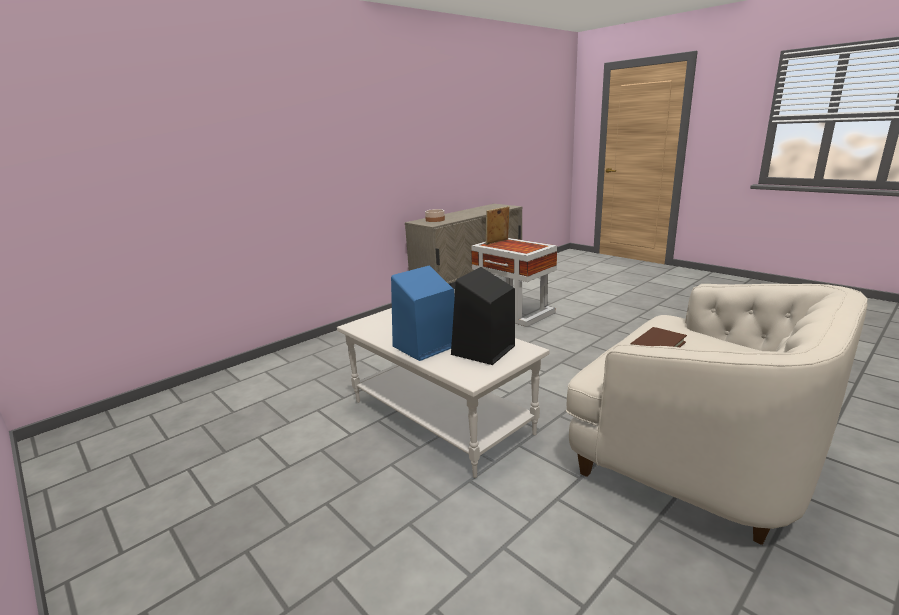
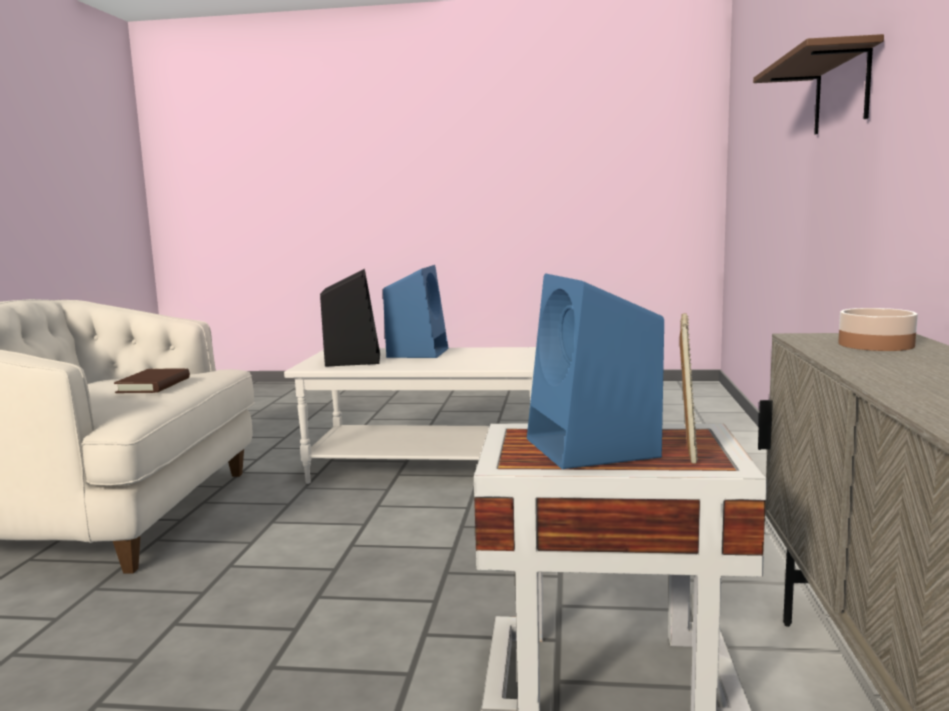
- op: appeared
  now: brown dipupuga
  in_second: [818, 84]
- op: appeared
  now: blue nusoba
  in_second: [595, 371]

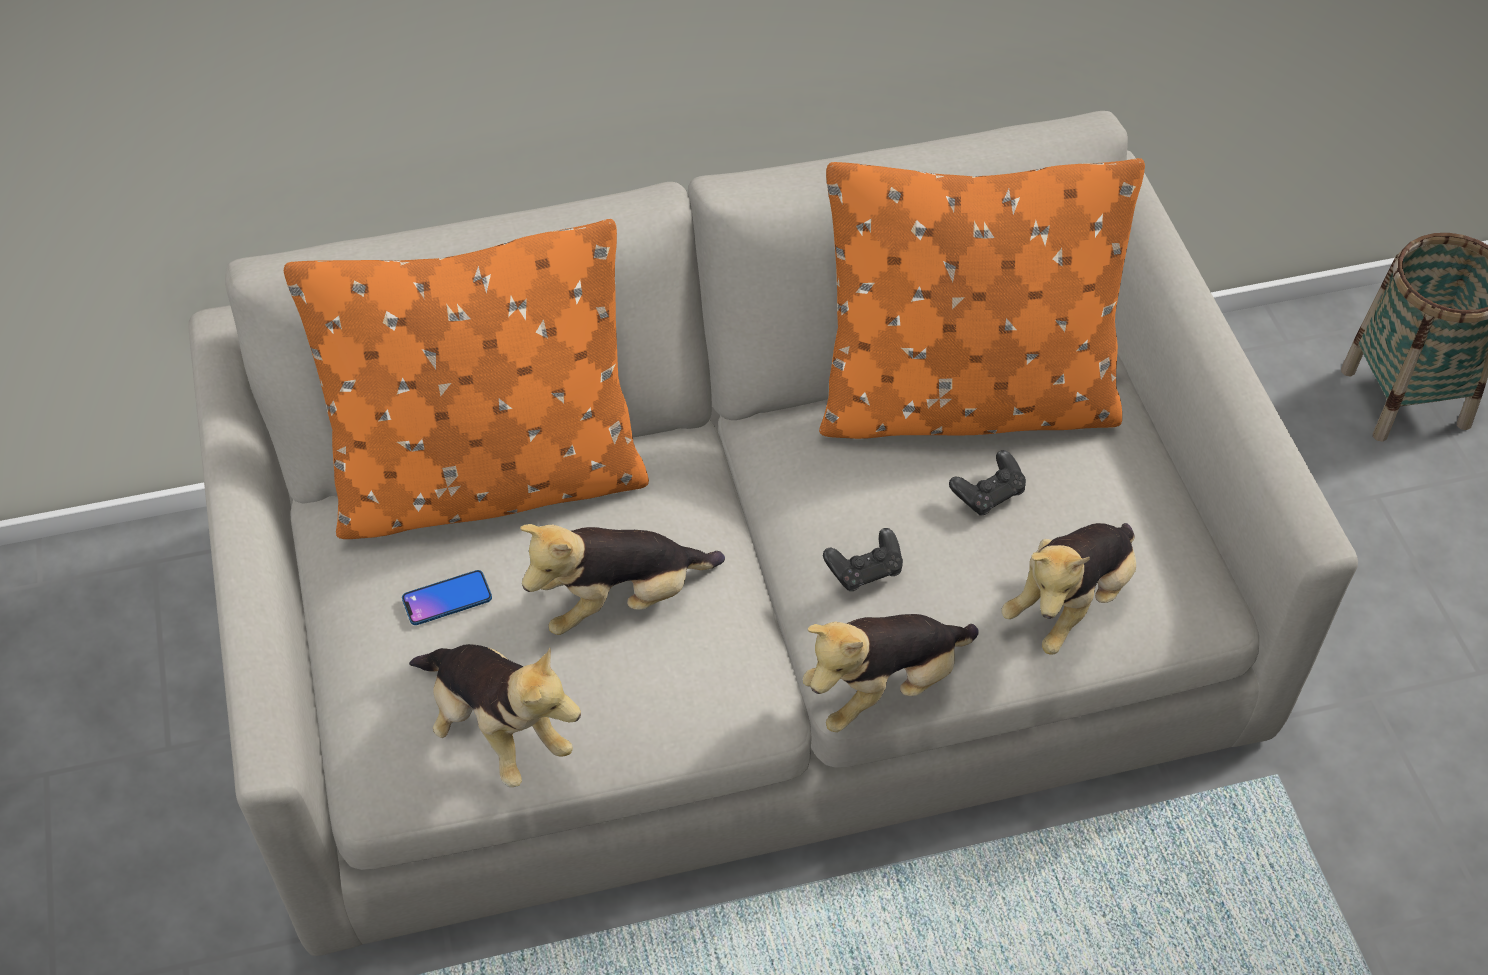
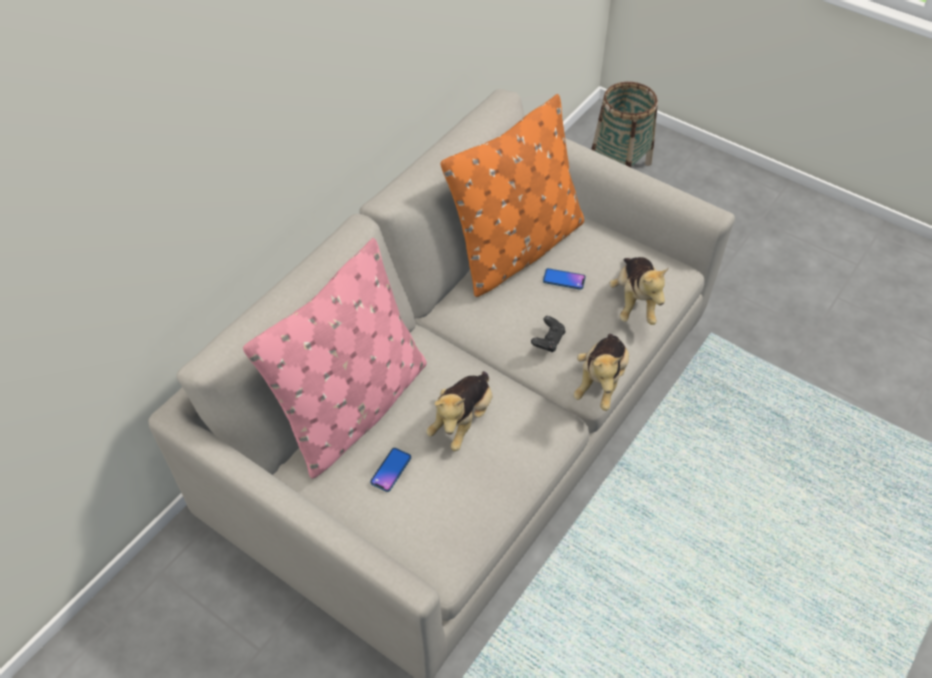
- op: colour
  was: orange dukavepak
  now: pink dukavepak
  in_first: [466, 379]
  in_second: [335, 358]
- op: exchanged
  was: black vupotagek
  now: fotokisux
  in_first: [987, 483]
  in_second: [564, 279]
- op: missing
  was: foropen
  in_first: [495, 715]

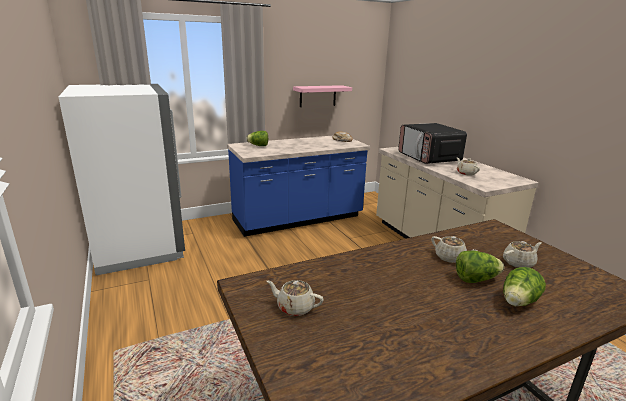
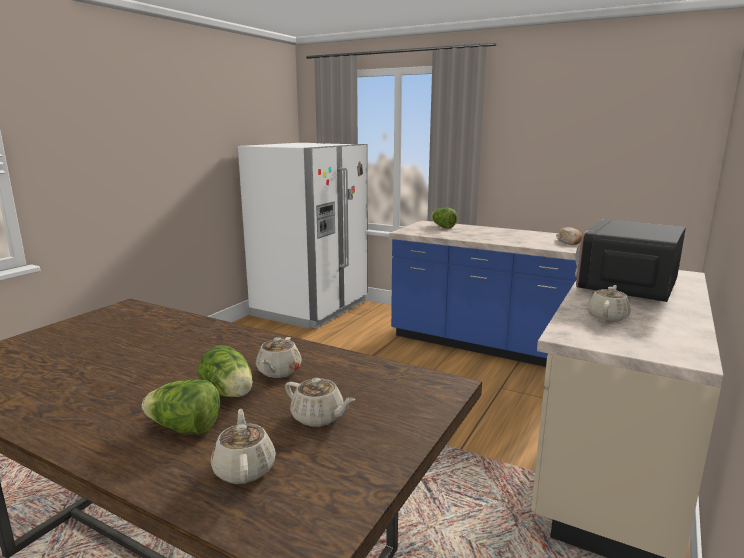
- op: missing
  was: pink dipupuga
  in_first: [322, 96]
- op: relocated
  was: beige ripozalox
  in_first: [295, 298]
  in_second: [243, 446]

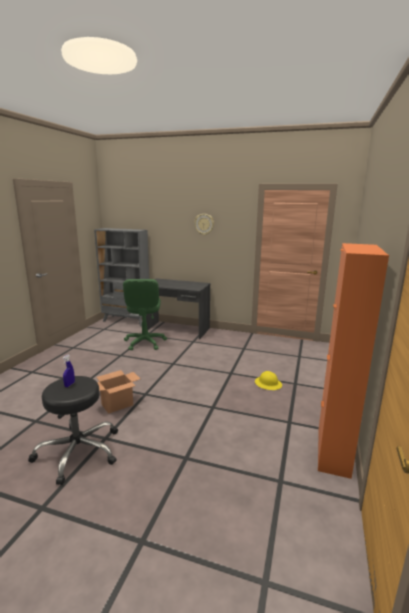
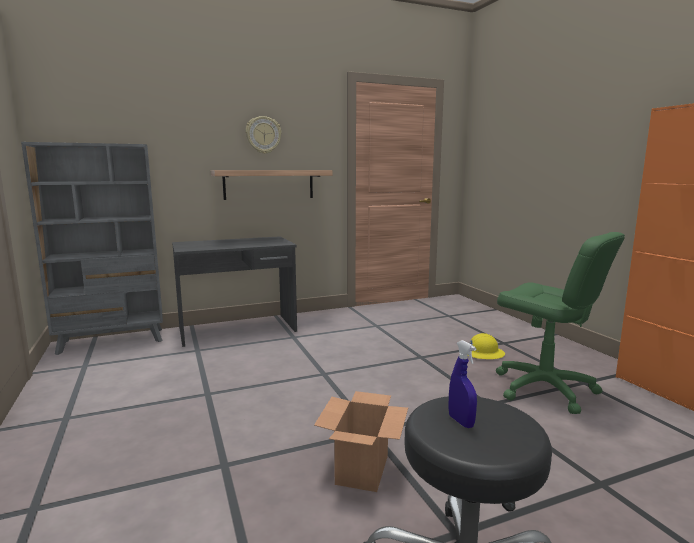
- op: relocated
  was: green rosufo
  in_first: [145, 314]
  in_second: [560, 323]
- op: appeared
  now: dipupuga
  in_second: [272, 185]

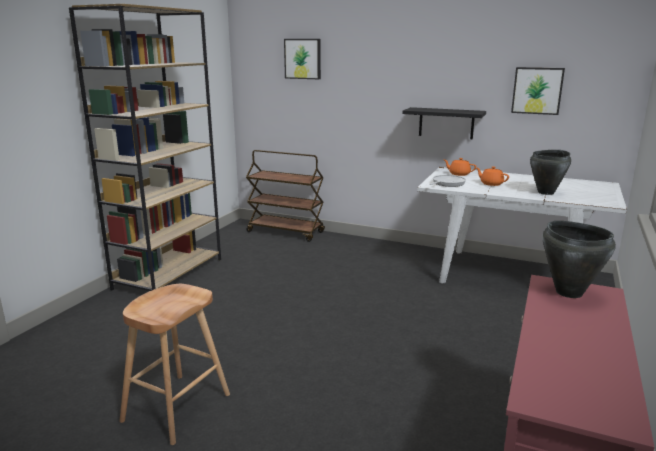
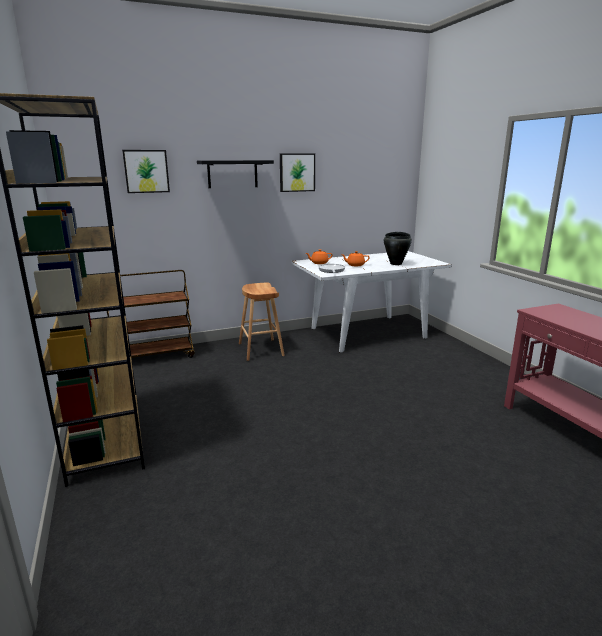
- op: relocated
  was: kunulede
  in_first: [538, 91]
  in_second: [297, 172]
- op: relocated
  was: black dipupuga
  in_first: [444, 123]
  in_second: [235, 174]
- op: missing
  was: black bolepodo
  in_first: [579, 259]
- op: relocated
  was: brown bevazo
  in_first: [174, 364]
  in_second: [262, 322]

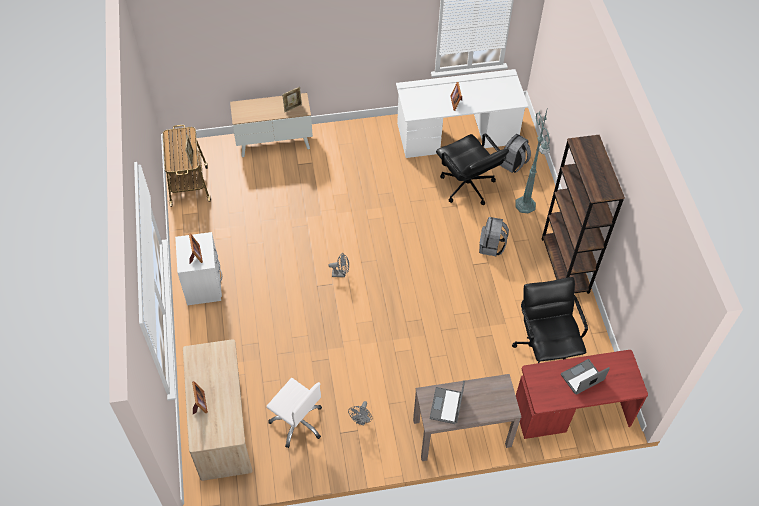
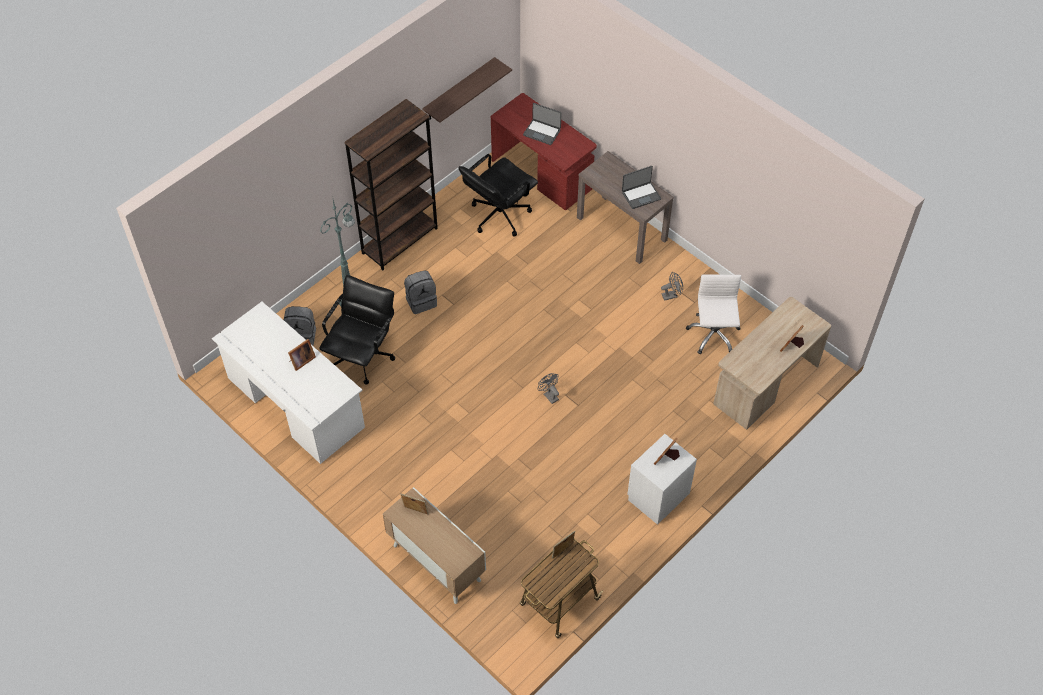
- op: appeared
  now: dipupuga
  in_second: [467, 90]

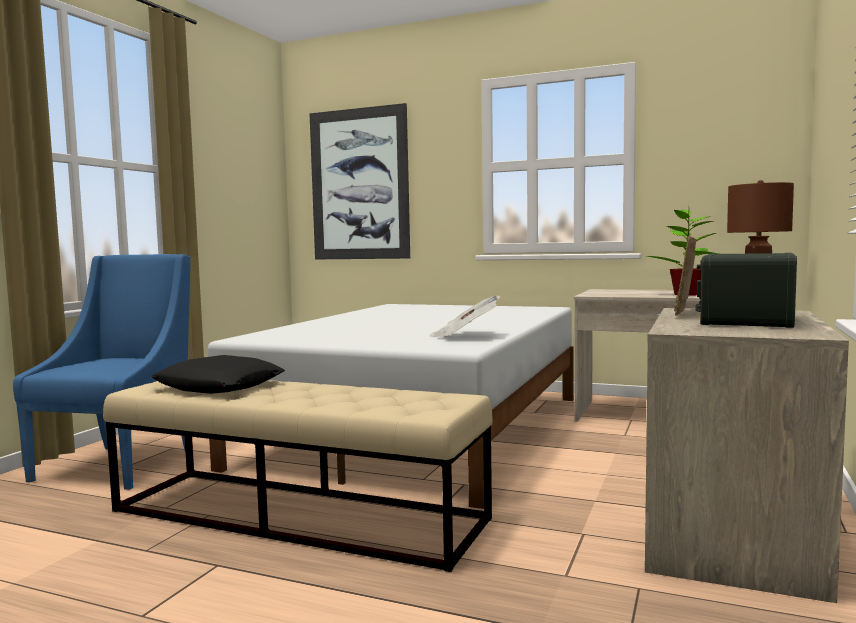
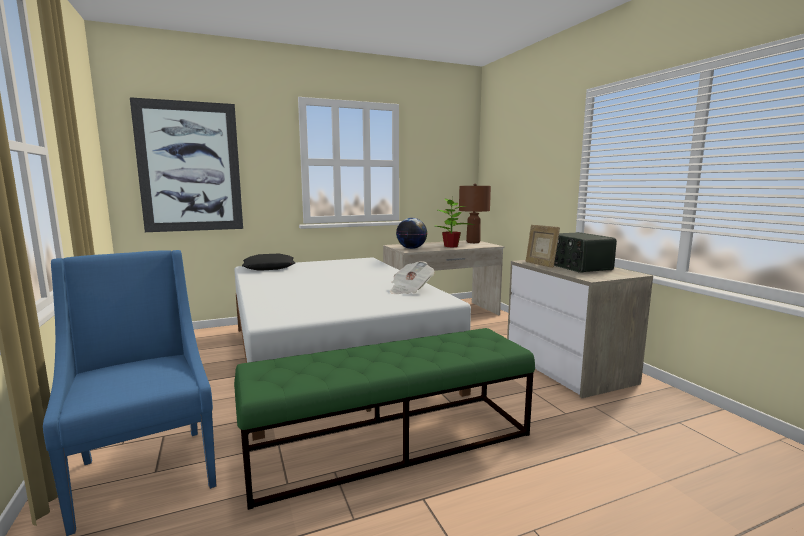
- op: relocated
  was: black dukavepak
  in_first: [218, 374]
  in_second: [268, 262]
- op: colour
  was: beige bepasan
  now: green bepasan
  in_first: [298, 476]
  in_second: [384, 419]
- op: appeared
  now: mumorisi
  in_second: [411, 233]

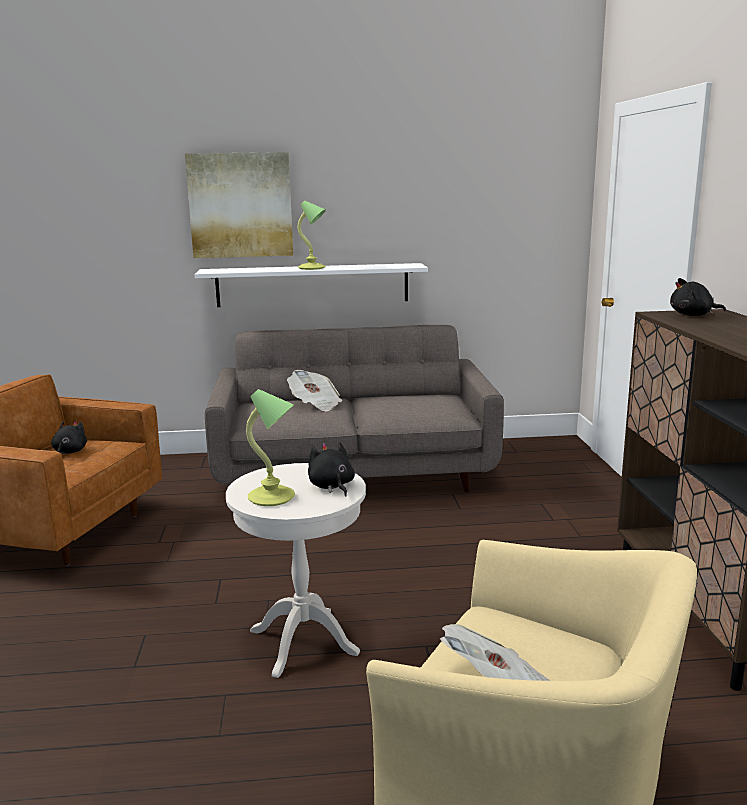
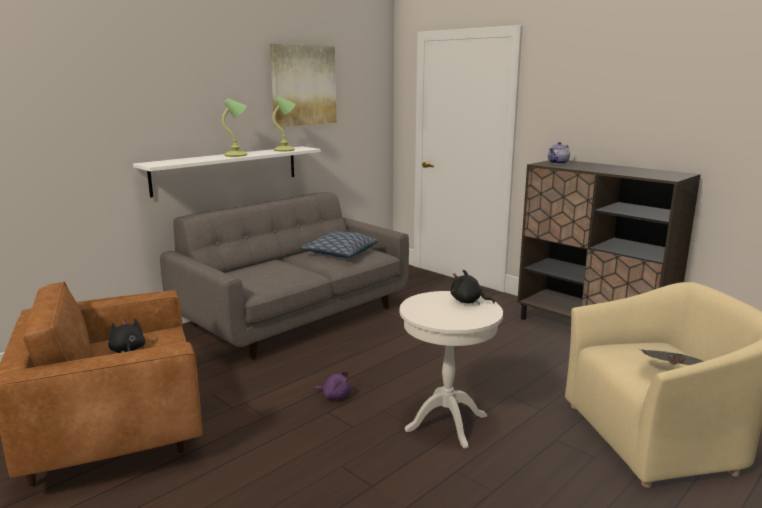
- op: relocated
  was: kunulede
  in_first: [239, 205]
  in_second: [303, 85]
- op: exchanged
  was: black foropen
  now: ripozalox
  in_first: [698, 297]
  in_second: [559, 153]
- op: missing
  was: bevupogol
  in_first: [314, 391]
- op: relocated
  was: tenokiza
  in_first: [270, 447]
  in_second: [284, 124]
- op: appeared
  now: dukavepak
  in_second: [339, 244]
- op: appeared
  now: purple foropen
  in_second: [332, 385]

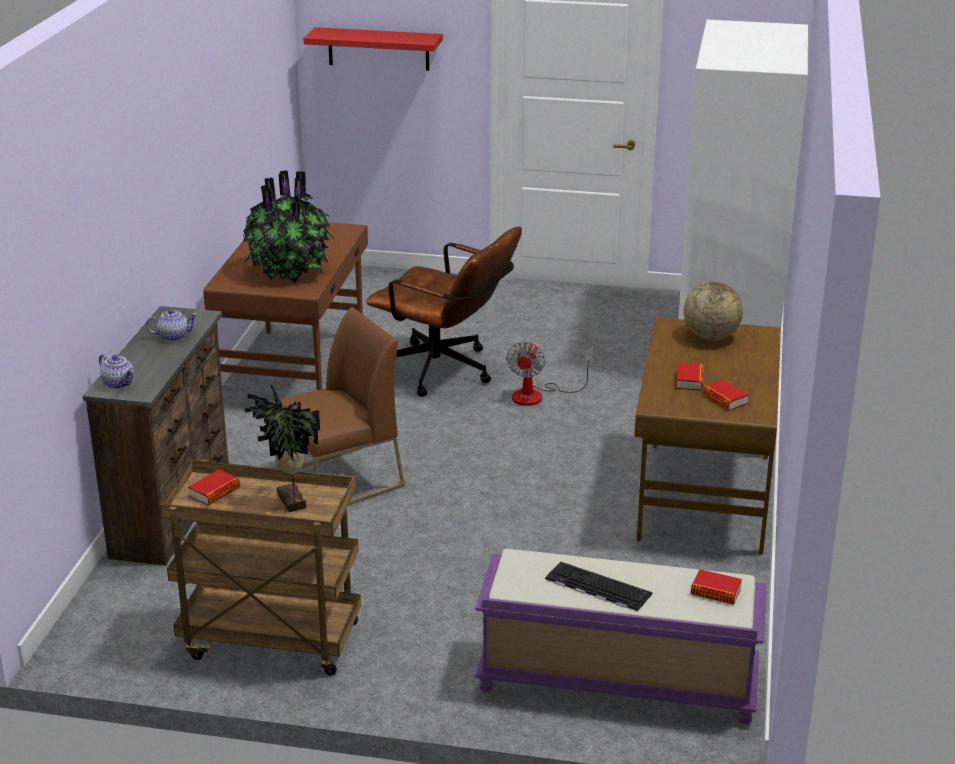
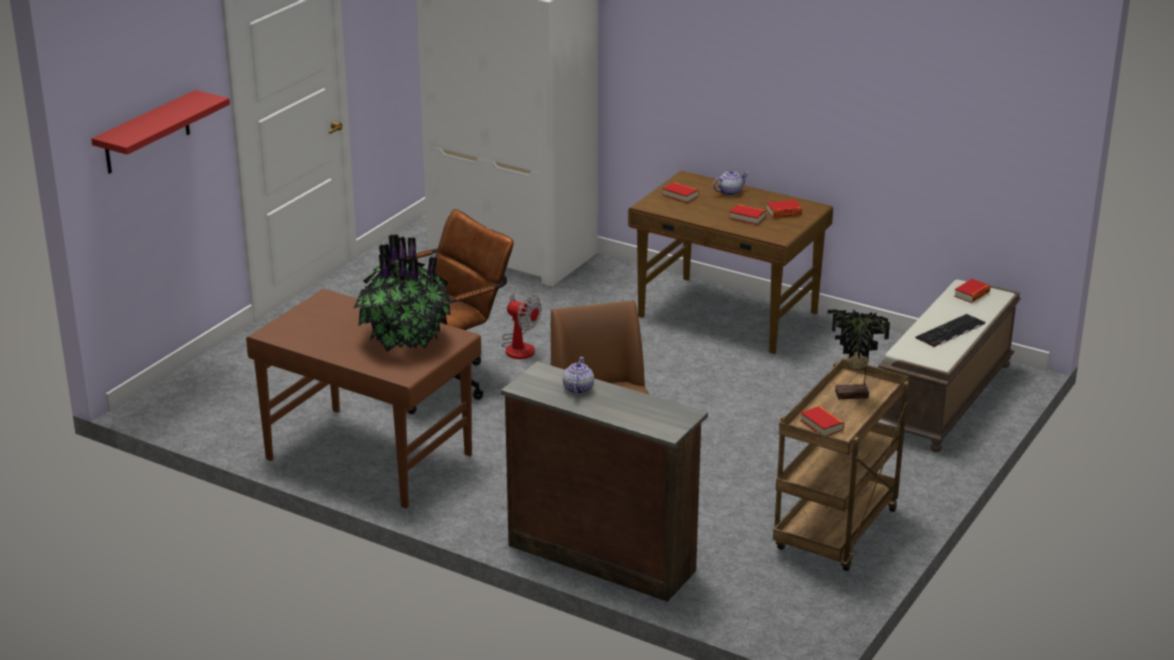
- op: exchanged
  was: mumorisi
  now: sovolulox
  in_first: [713, 310]
  in_second: [680, 192]
- op: relocated
  was: ripozalox
  in_first: [116, 371]
  in_second: [730, 183]
- op: colour
  was: purple bepasan
  now: brown bepasan
  in_first: [620, 637]
  in_second: [949, 365]

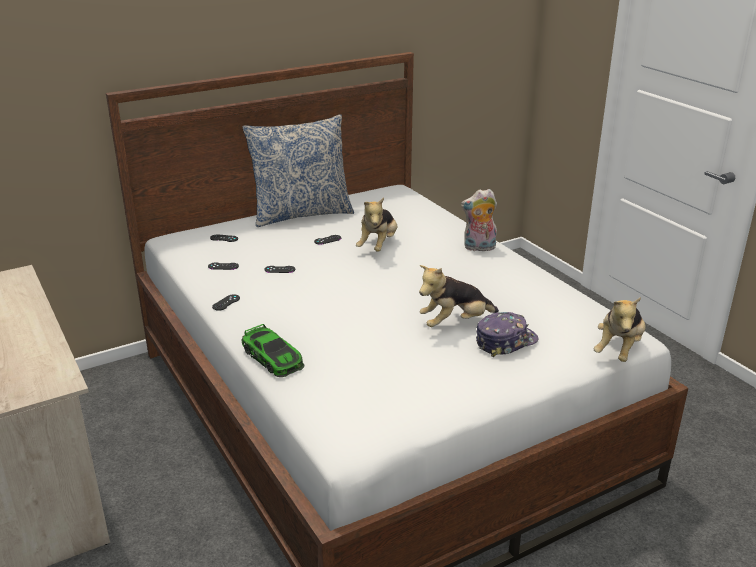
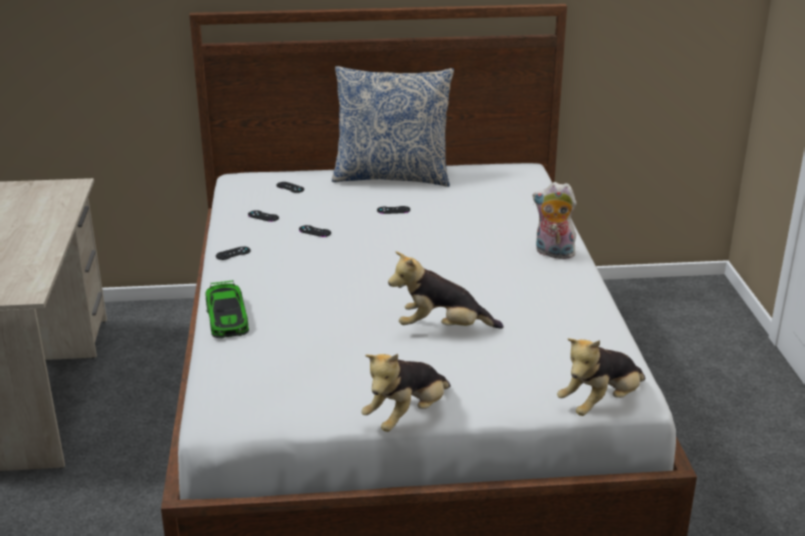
- op: relocated
  was: foropen
  in_first: [376, 225]
  in_second: [406, 393]
- op: missing
  was: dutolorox
  in_first: [507, 334]

